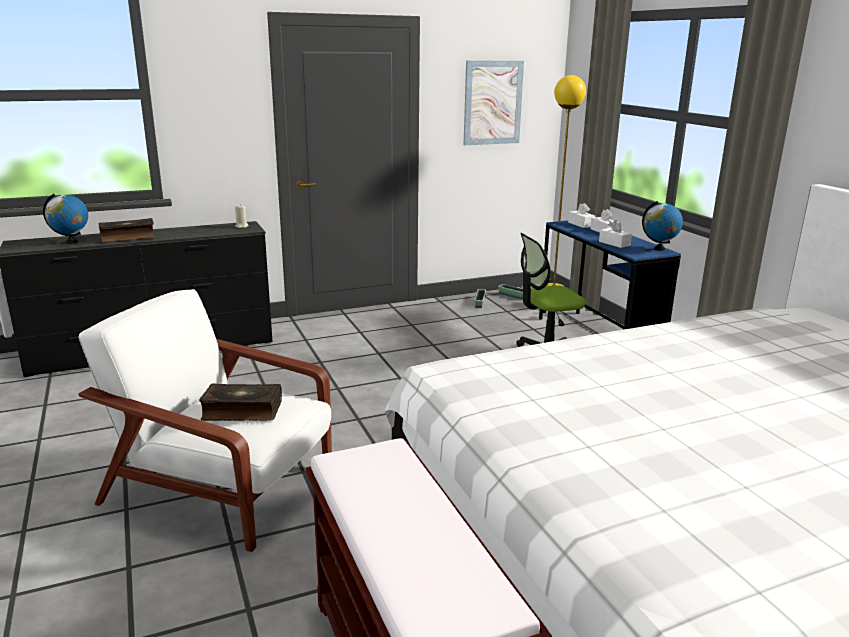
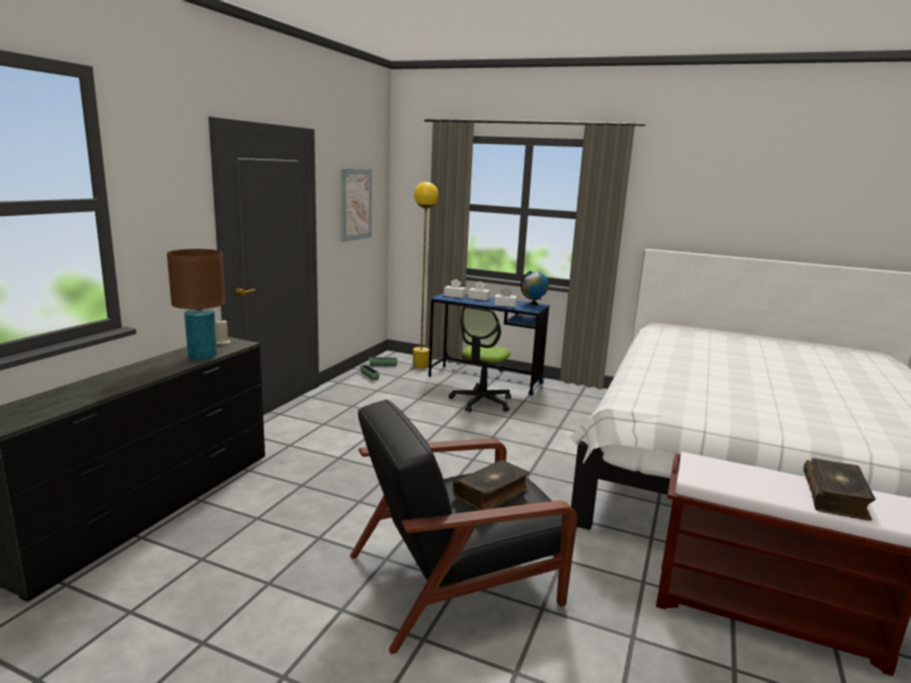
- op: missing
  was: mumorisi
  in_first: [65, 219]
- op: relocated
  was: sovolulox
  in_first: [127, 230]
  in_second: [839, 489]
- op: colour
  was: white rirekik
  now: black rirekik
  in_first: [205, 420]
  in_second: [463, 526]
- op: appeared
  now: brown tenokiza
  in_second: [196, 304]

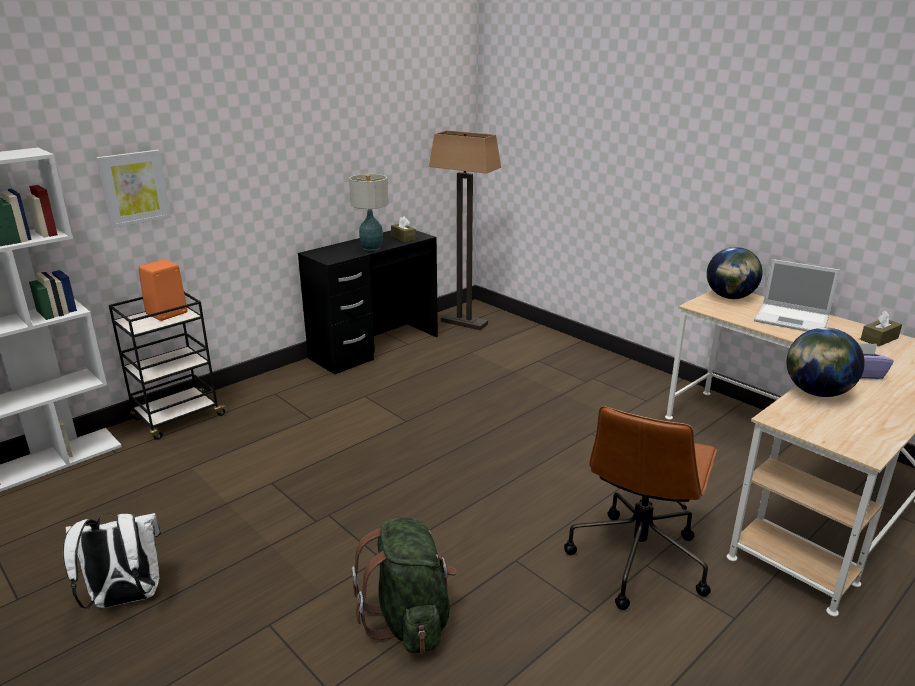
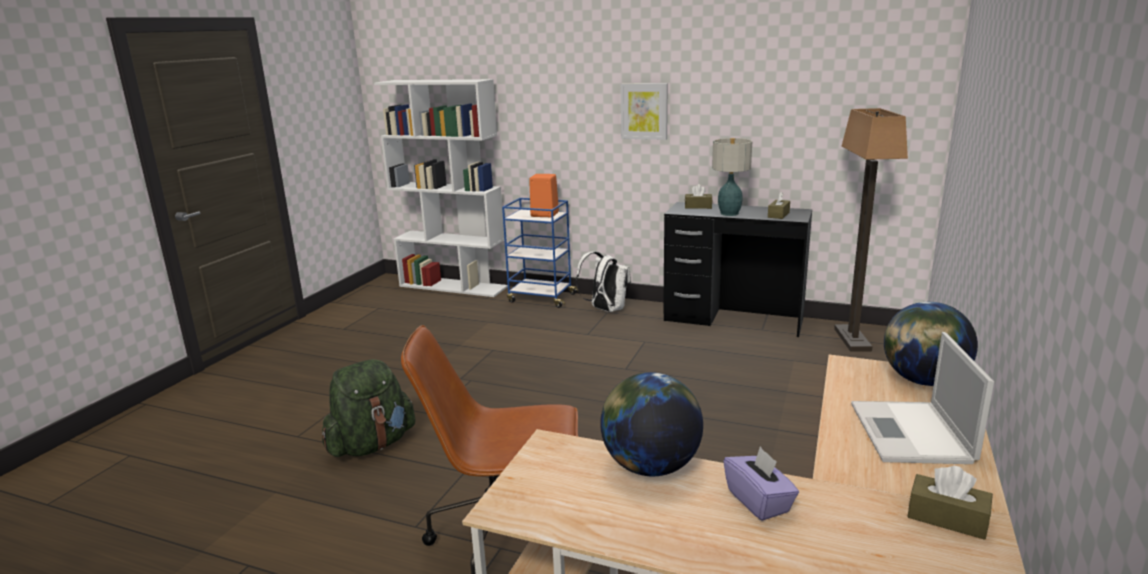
- op: relocated
  was: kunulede
  in_first: [133, 189]
  in_second: [644, 111]
- op: colour
  was: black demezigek
  now: blue demezigek
  in_first: [168, 366]
  in_second: [540, 253]
- op: relocated
  was: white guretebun
  in_first: [112, 561]
  in_second: [603, 281]
- op: appeared
  now: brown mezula
  in_second: [698, 196]

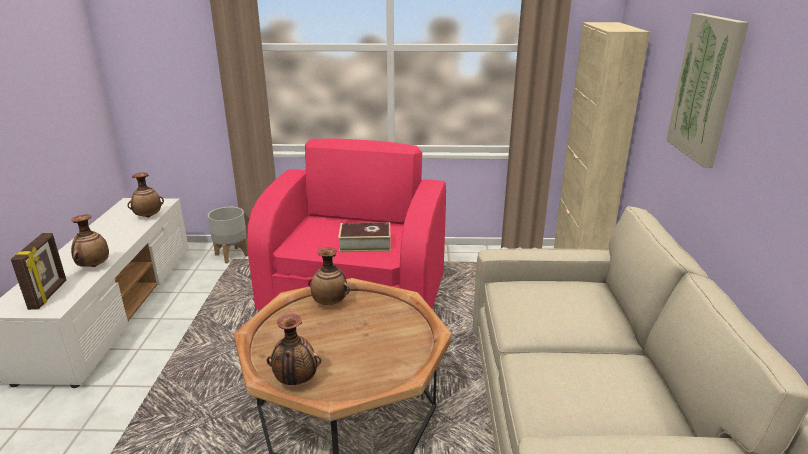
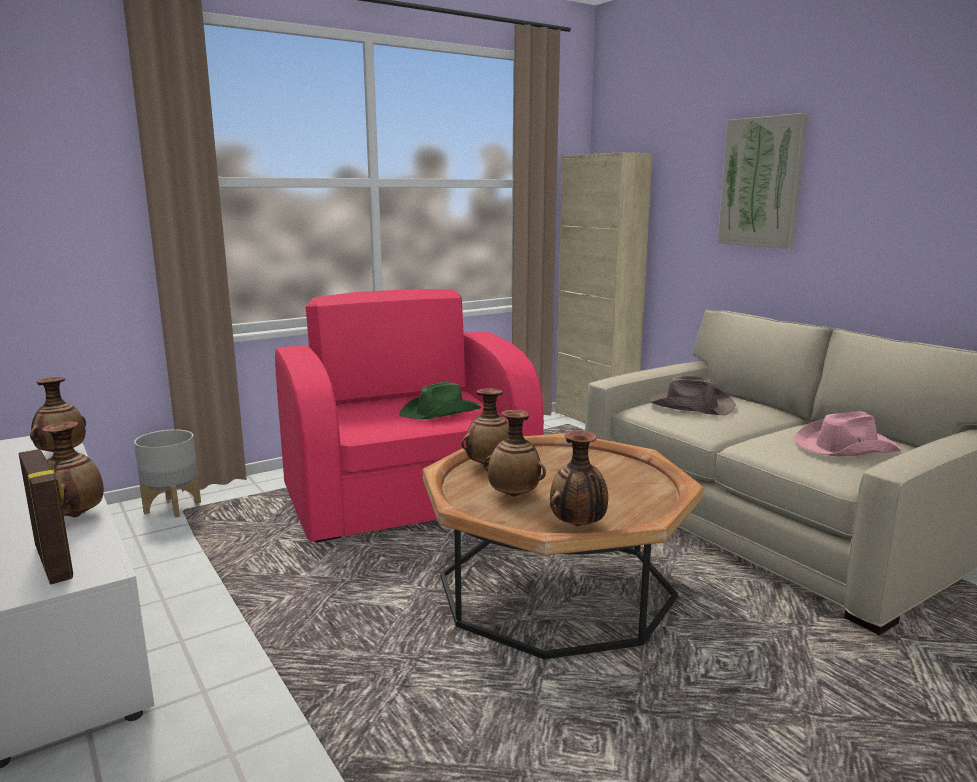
- op: exchanged
  was: sovolulox
  now: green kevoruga
  in_first: [364, 237]
  in_second: [440, 400]
- op: appeared
  now: brown kevoruga
  in_second: [692, 395]
- op: appeared
  now: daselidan
  in_second: [515, 453]
- op: appeared
  now: pink kevoruga
  in_second: [847, 433]

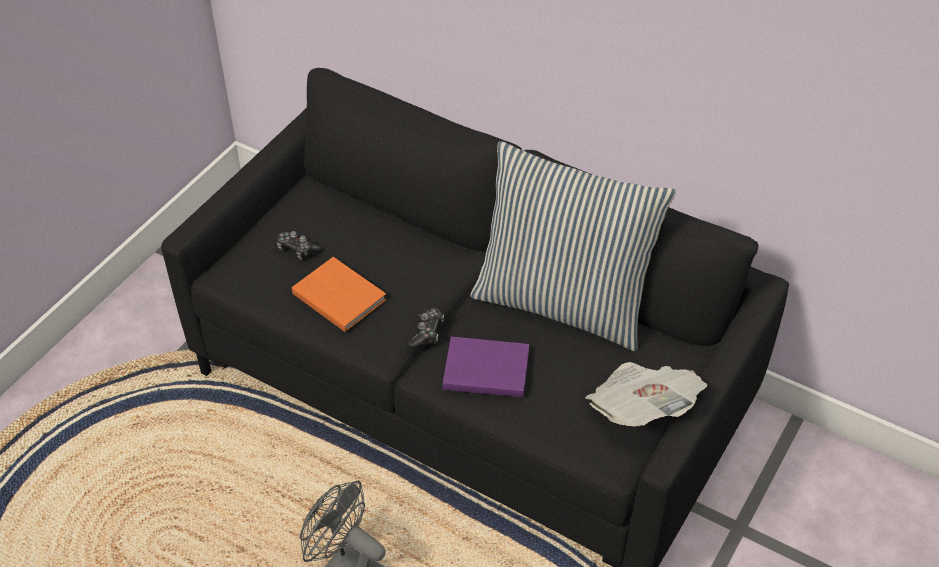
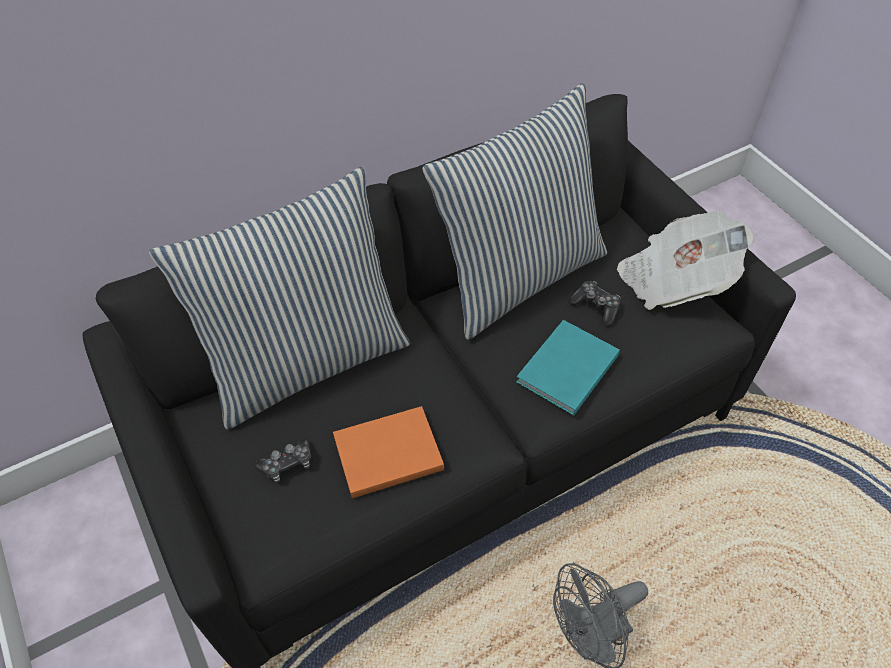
- op: relocated
  was: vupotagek
  in_first: [426, 328]
  in_second: [595, 303]
- op: colour
  was: purple sovolulox
  now: turquoise sovolulox
  in_first: [486, 367]
  in_second: [568, 368]
- op: appeared
  now: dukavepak
  in_second: [279, 298]

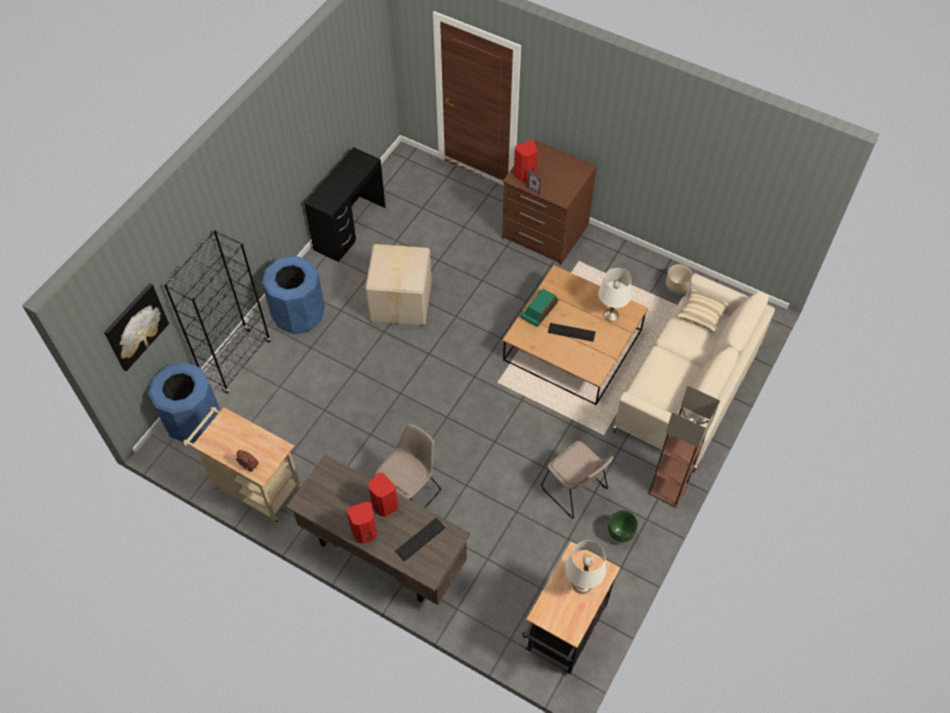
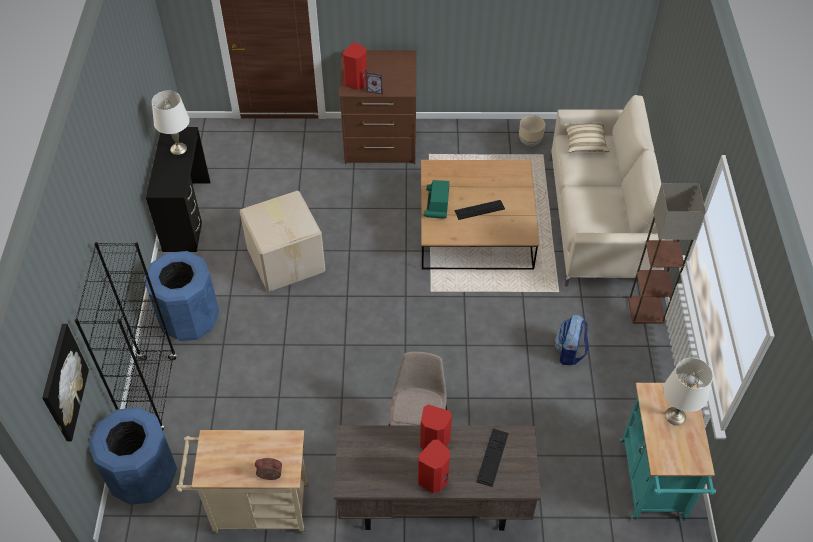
- op: relocated
  was: white tenokiza
  in_first: [614, 294]
  in_second: [171, 122]
- op: exchanged
  was: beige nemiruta
  now: guretebun
  in_first: [577, 479]
  in_second: [571, 340]
- op: missing
  was: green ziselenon
  in_first: [622, 527]
- op: colour
  was: black demezigek
  now: turquoise demezigek
  in_first: [571, 608]
  in_second: [667, 452]

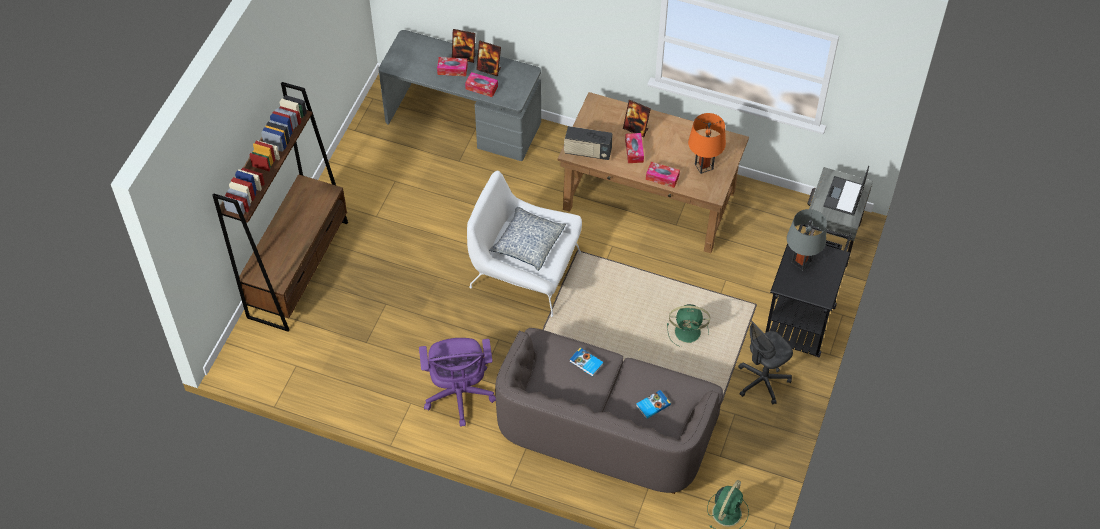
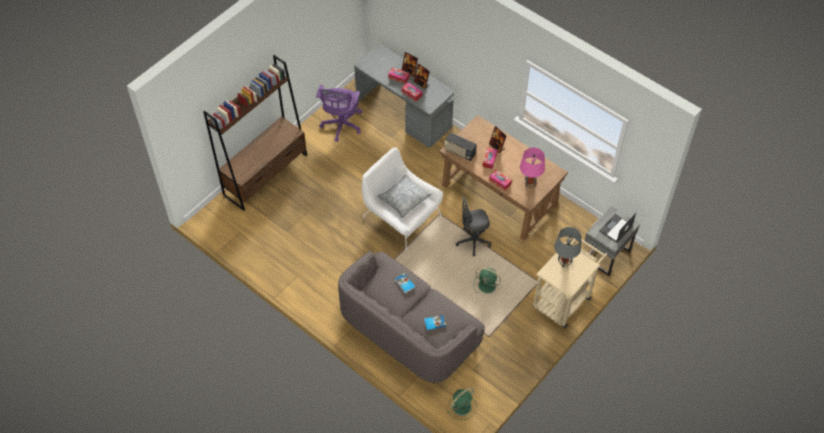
- op: colour
  was: orange tenokiza
  now: pink tenokiza
  in_first: [707, 143]
  in_second: [532, 167]
- op: colour
  was: black demezigek
  now: beige demezigek
  in_first: [808, 290]
  in_second: [570, 283]
- op: relocated
  was: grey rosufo
  in_first: [765, 363]
  in_second: [473, 226]
- op: relocated
  was: purple rosufo
  in_first: [457, 382]
  in_second: [339, 113]

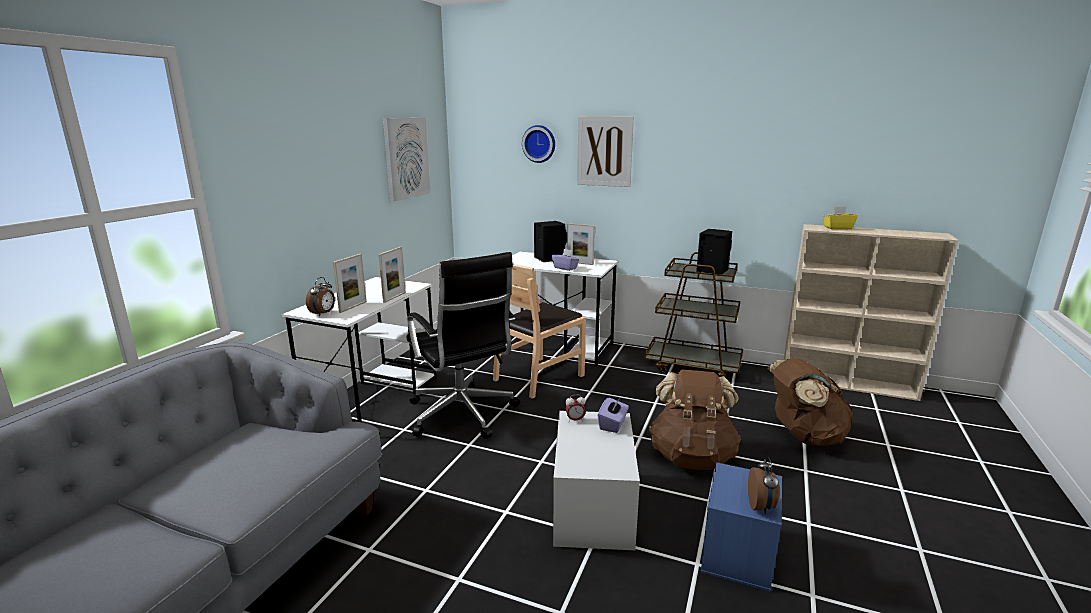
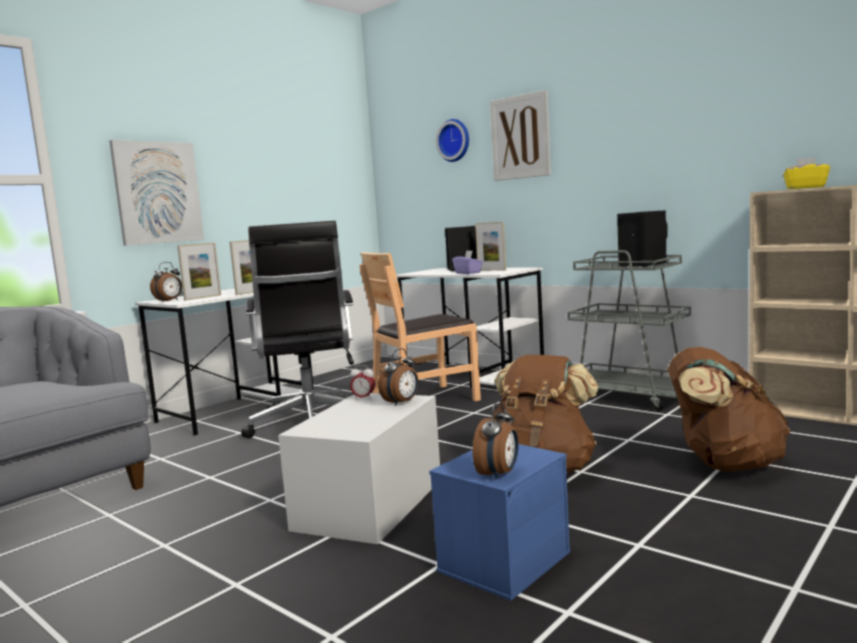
- op: relocated
  was: kunulede
  in_first: [407, 160]
  in_second: [156, 193]
- op: colour
  was: brown demezigek
  now: grey demezigek
  in_first: [693, 316]
  in_second: [629, 330]
- op: exchanged
  was: purple mezula
  now: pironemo
  in_first: [613, 415]
  in_second: [398, 377]

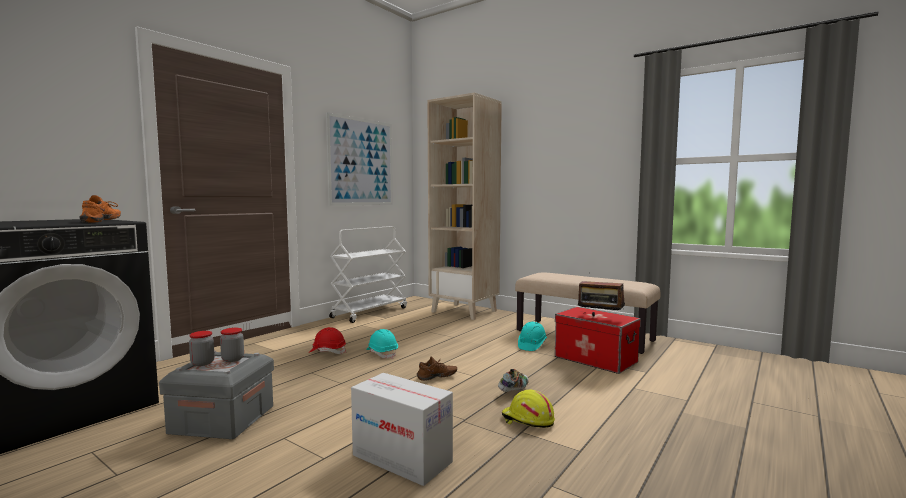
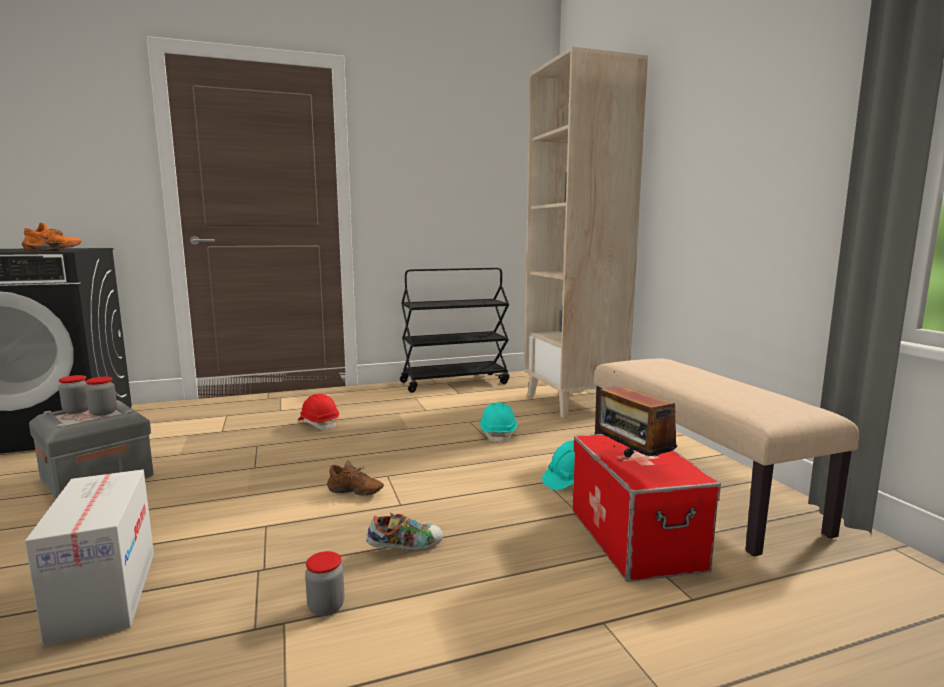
- op: missing
  was: kunulede
  in_first: [359, 159]
- op: colour
  was: white demezigek
  now: black demezigek
  in_first: [368, 274]
  in_second: [454, 330]
- op: relocated
  was: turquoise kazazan
  in_first: [382, 344]
  in_second: [498, 423]
- op: exchanged
  was: yellow kazazan
  now: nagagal
  in_first: [528, 409]
  in_second: [325, 583]

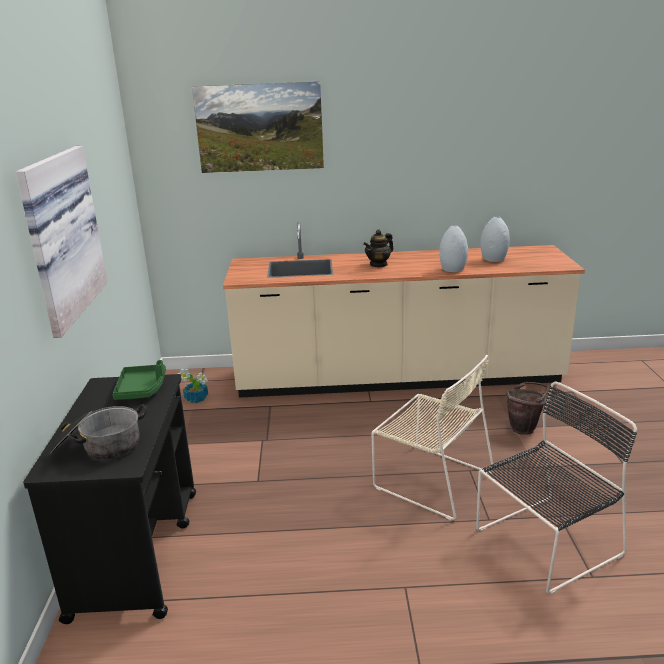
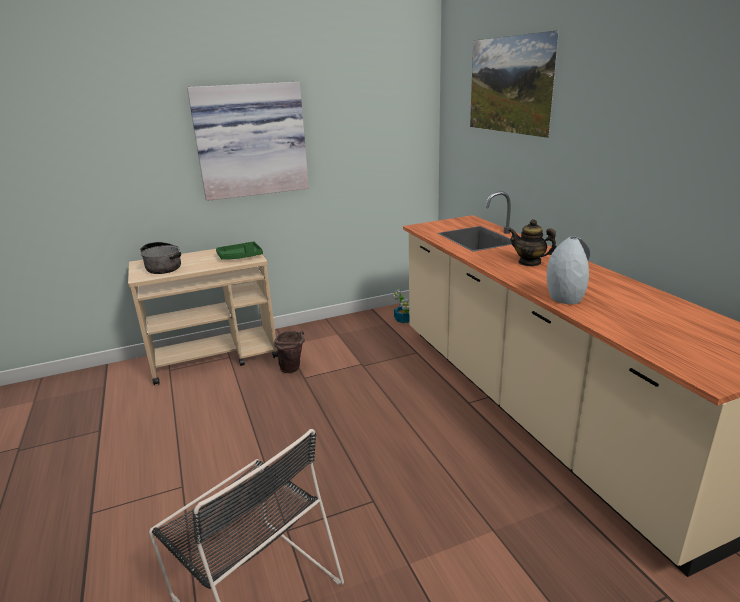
- op: missing
  was: grey daselidan
  in_first: [495, 239]
- op: missing
  was: beige nemiruta
  in_first: [433, 437]
- op: colour
  was: black demezigek
  now: beige demezigek
  in_first: [109, 499]
  in_second: [203, 317]
- op: relocated
  was: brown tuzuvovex
  in_first: [527, 408]
  in_second: [289, 352]

